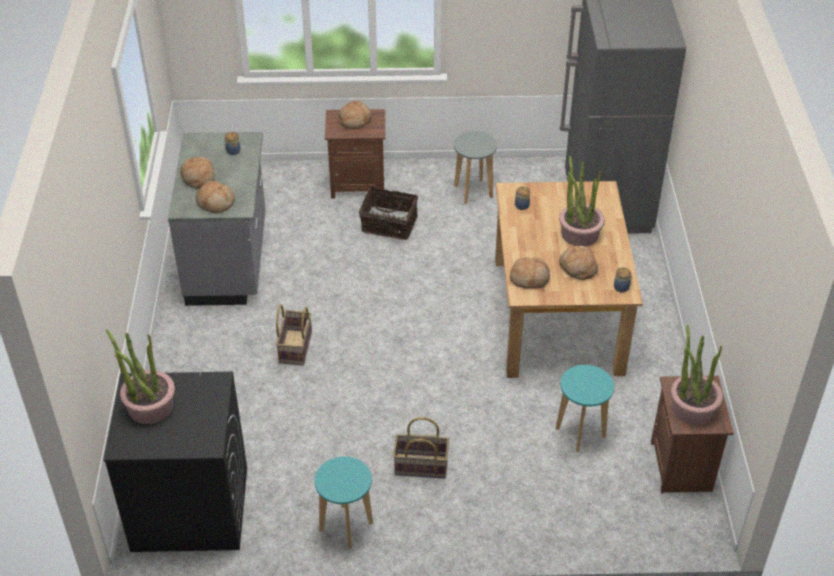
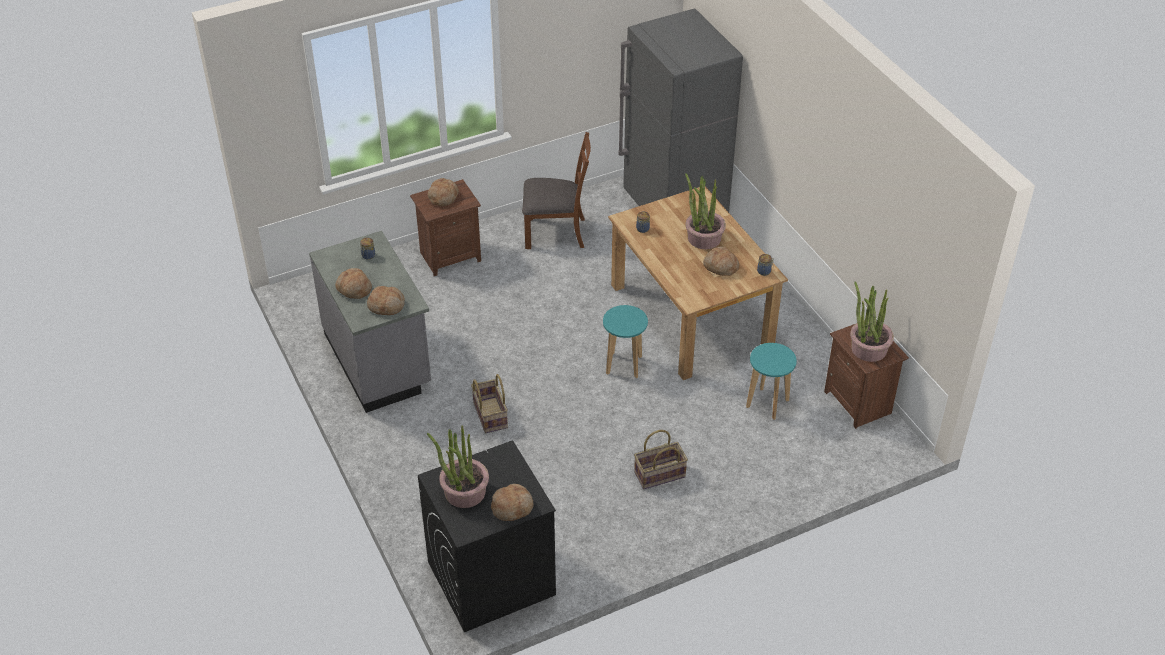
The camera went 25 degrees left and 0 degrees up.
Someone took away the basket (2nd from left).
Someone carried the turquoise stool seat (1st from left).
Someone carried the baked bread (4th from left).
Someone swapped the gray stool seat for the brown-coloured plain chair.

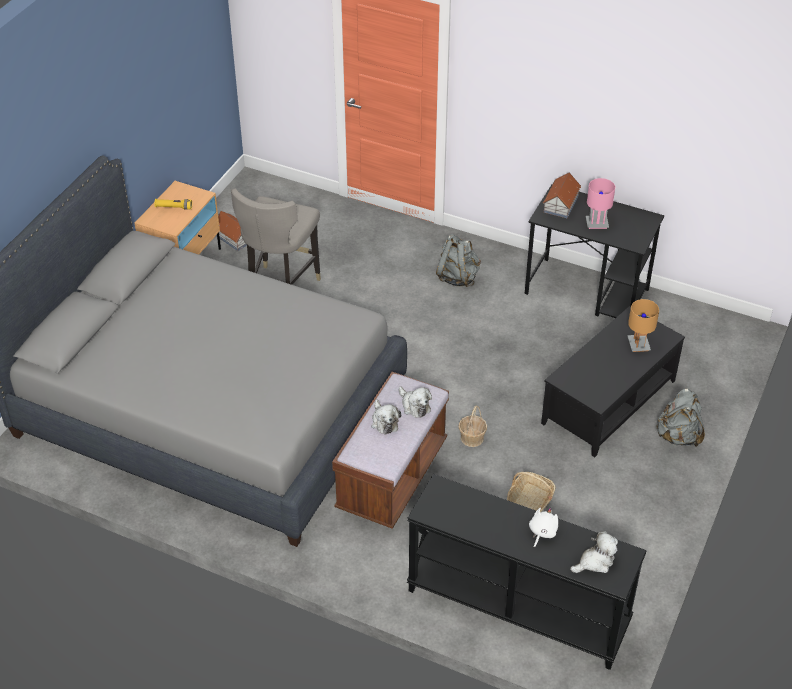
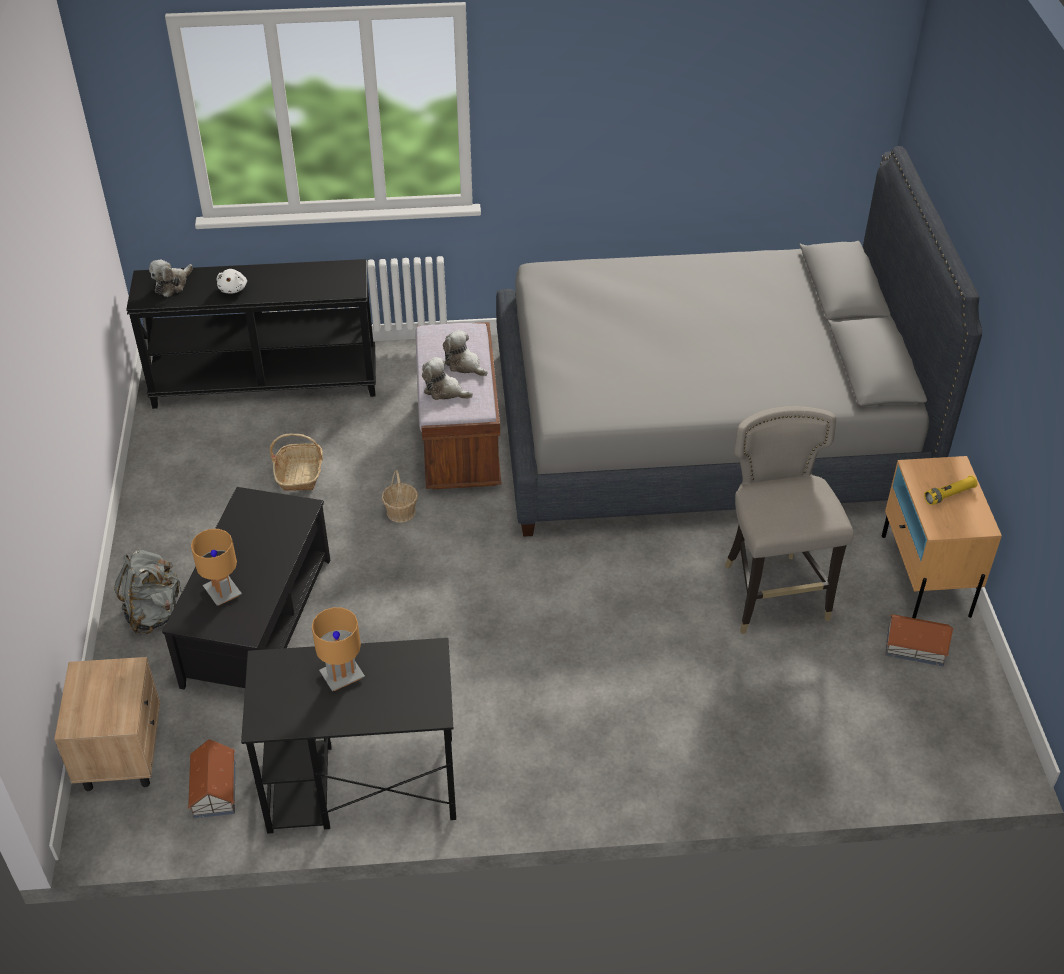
The camera went 150 degrees right and 0 degrees up.
Someone took away the gray rucksack (1st from left).
Someone put down the beige nightstand (1st from left).
Someone carried the miniature house (2nd from left in the first image).
Someone repainted the pinkish lamp for a table, which became the brown-coloured lamp for a table (2nd from left).

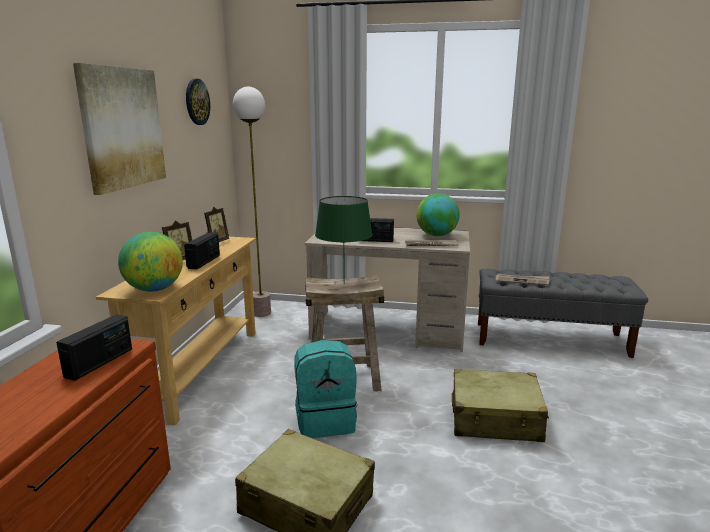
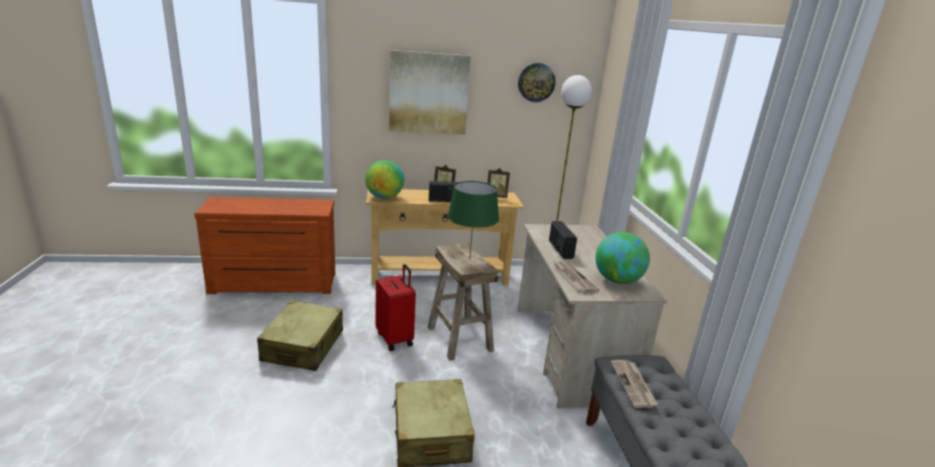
The camera went 70 degrees right and 5 degrees up.
Someone took away the radio receiver (1st from left).
Someone swapped the turquoise rucksack for the reddish suitcase.

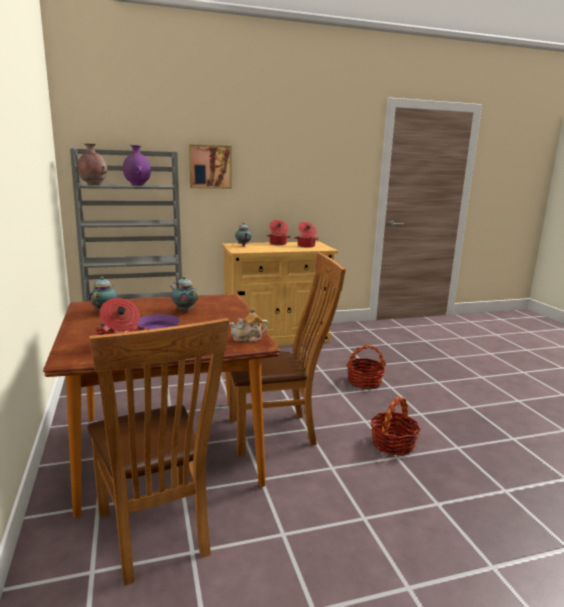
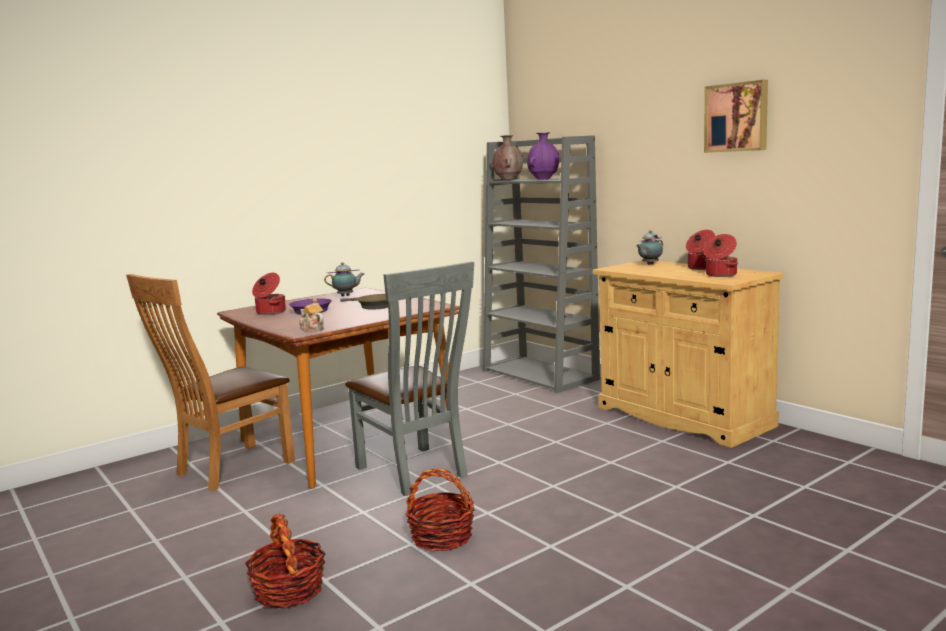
The camera went 70 degrees right and 5 degrees down.
Someone carried the wall art.
Someone carried the basket (1st from left).
Someone swapped the tea pot (2nd from left) for the brown-coloured frying pan.
Someone repainted the brown-coloured plain chair (2nd from left), which became the gray plain chair.

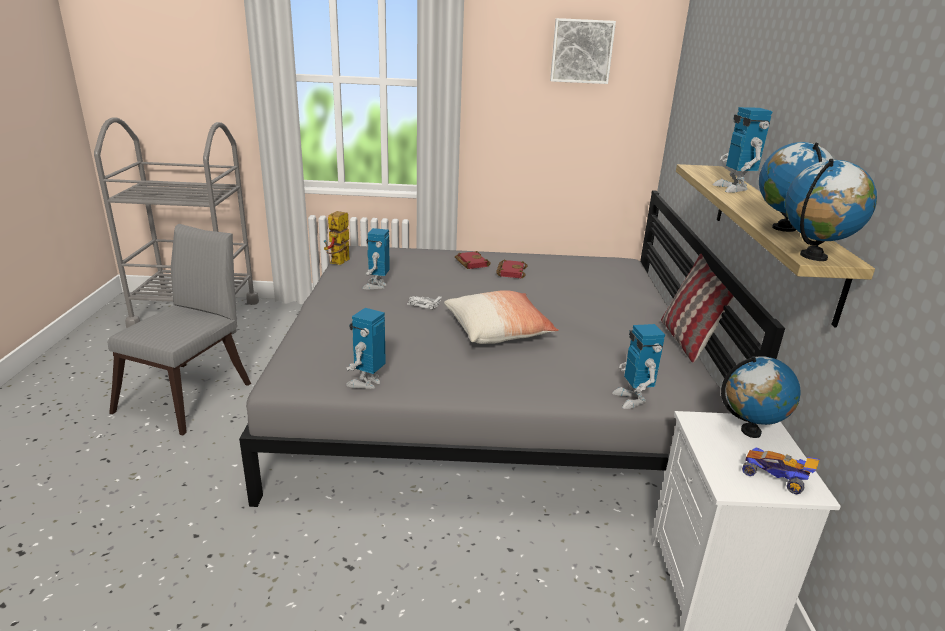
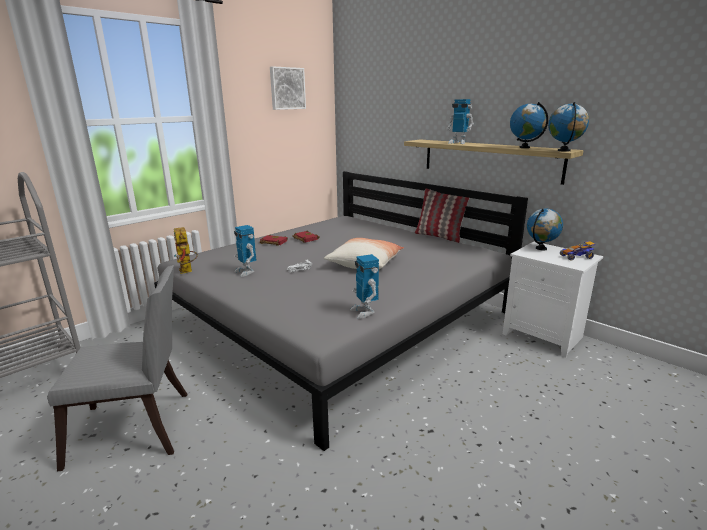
The camera went 45 degrees left and 5 degrees down.
Someone took away the robot figure (4th from left).
Someone rotated the gray plain chair by 105 degrees clockwise.

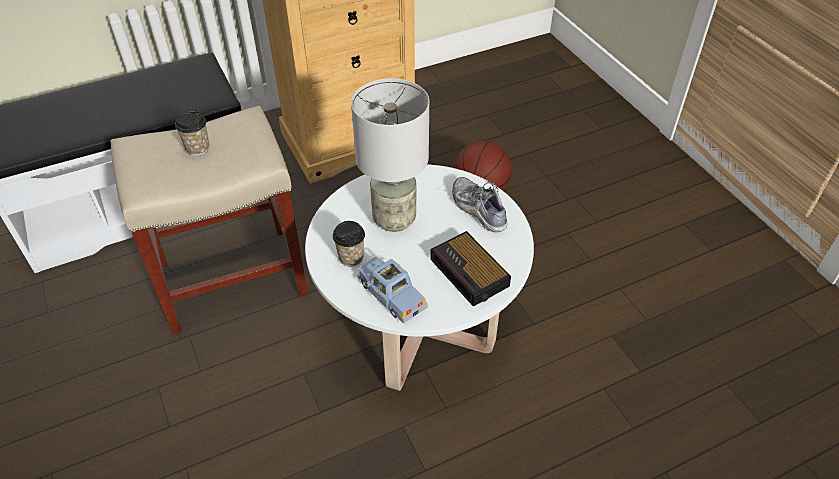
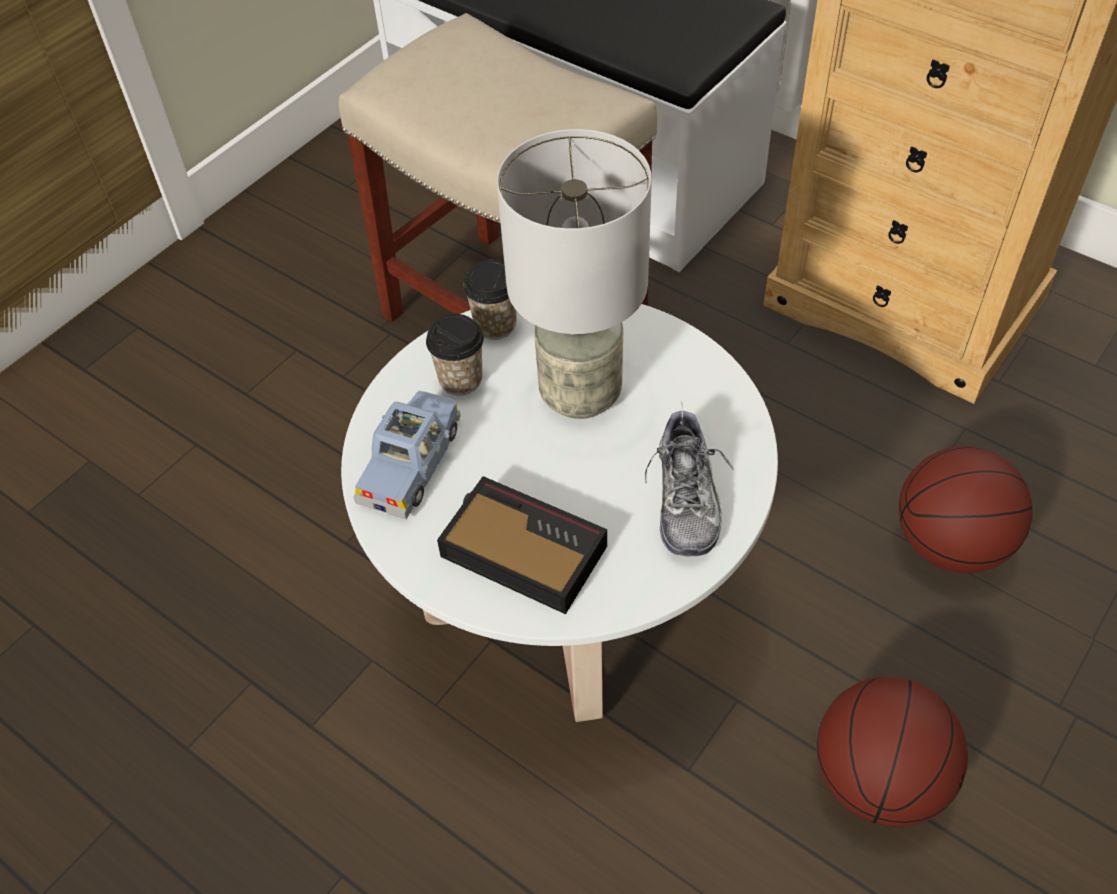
The camera went 65 degrees right and 5 degrees up.
Someone put down the basketball ball (1st from left).
Someone carried the cup (1st from left in the first image).
Someone rotated the alarm clock by 90 degrees clockwise.
Someone rotated the item of footwear by 150 degrees clockwise.

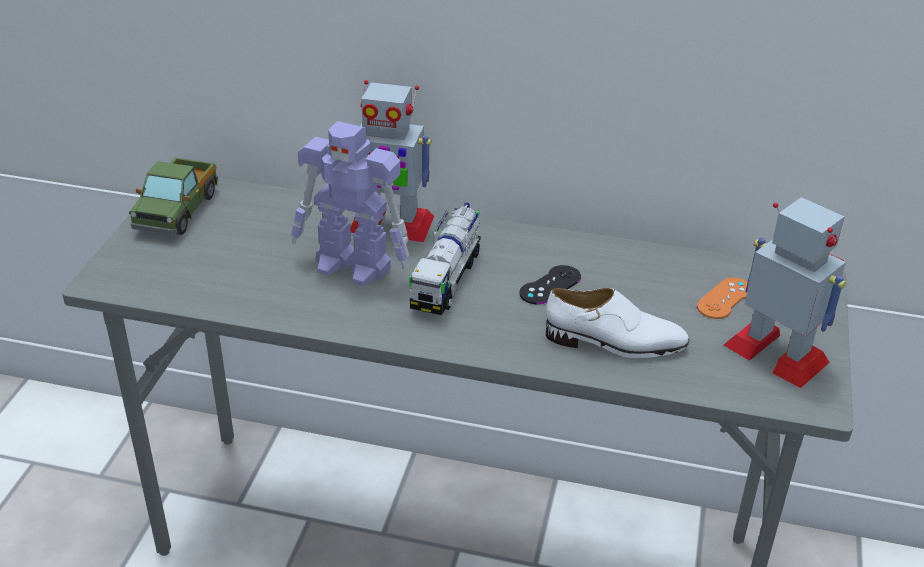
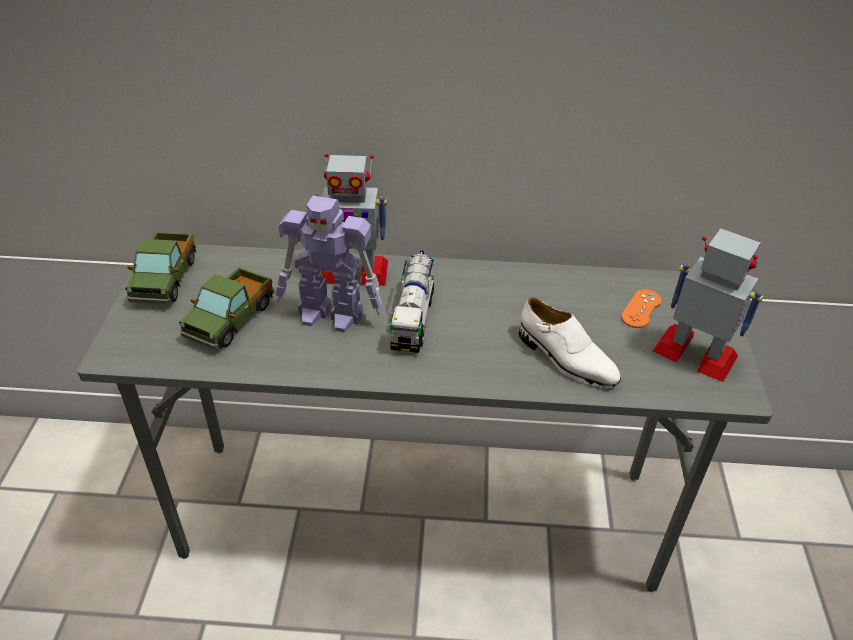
The camera went 10 degrees left and 5 degrees up.
Someone took away the blackish gamepad.
Someone put down the toy truck (2nd from left).
Someone rotated the white item of footwear by 45 degrees clockwise.

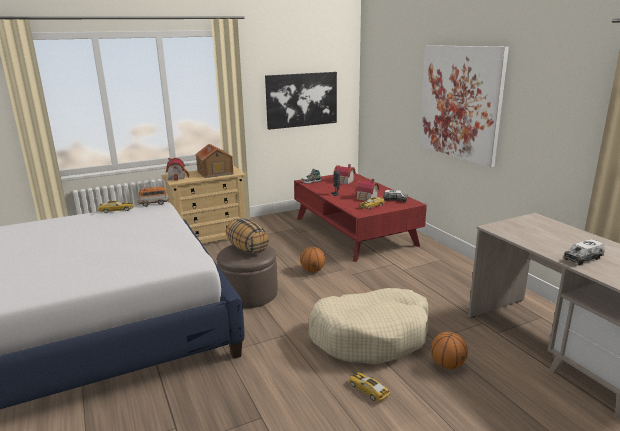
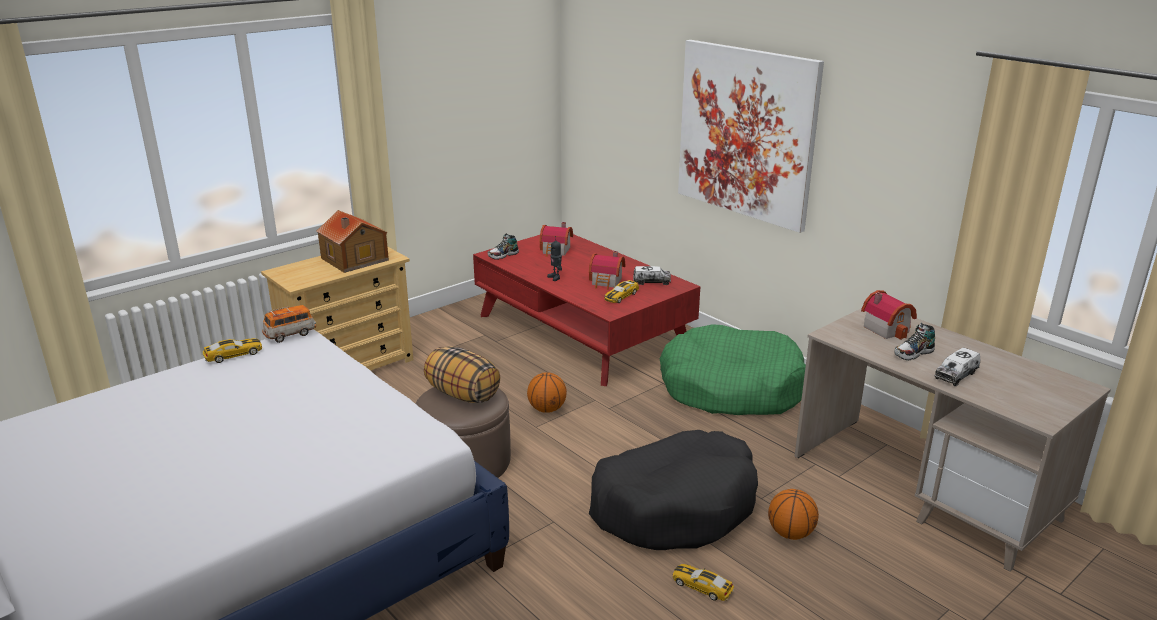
The camera went 15 degrees left and 5 degrees up.
Someone took away the wall art (1st from left).
Someone put down the greenish dog cushion.
Someone put down the item of footwear (2nd from left).
Someone carried the miniature house (1st from left in the first image).
Someone repainted the beige dog cushion, which became the blackish dog cushion.

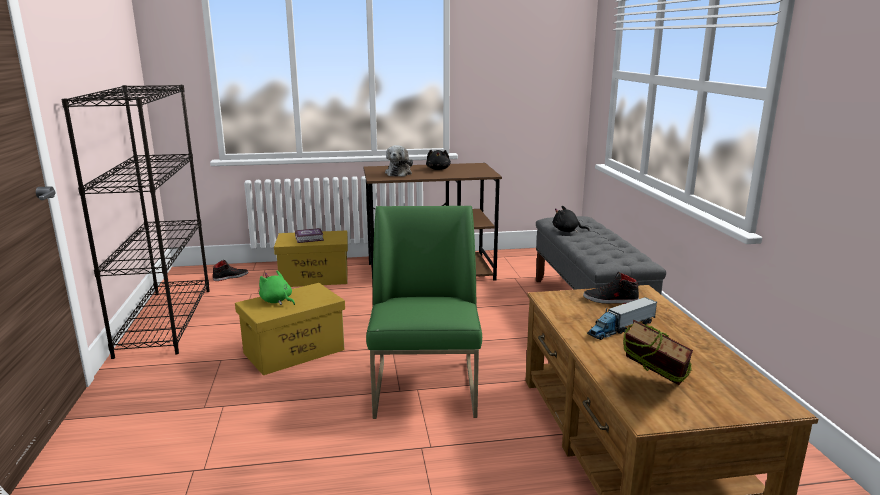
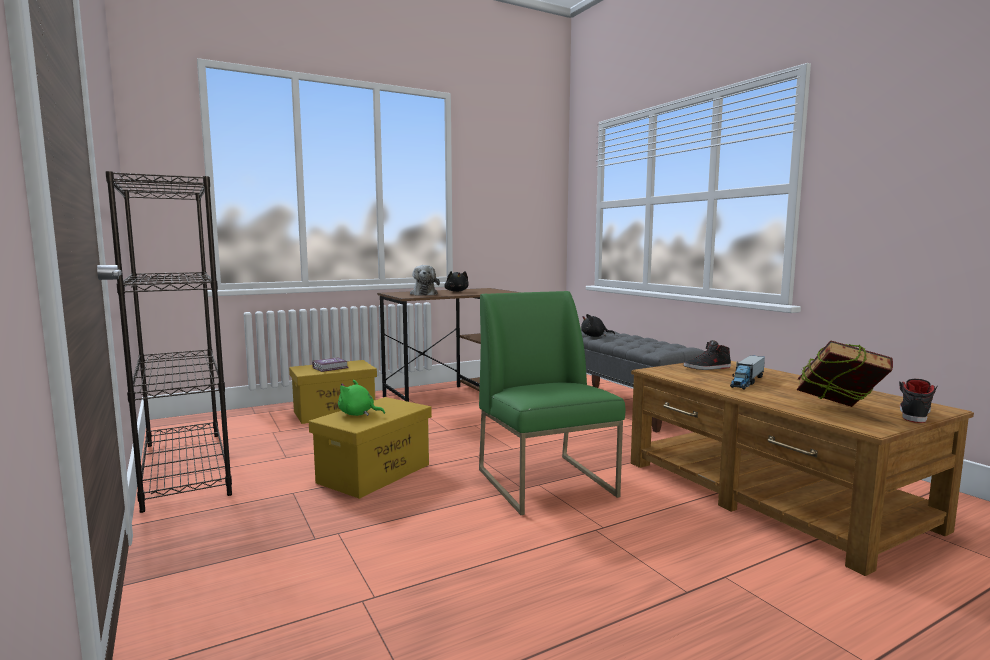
The camera went 20 degrees left and 10 degrees down.
Someone carried the blackish item of footwear (1st from left in the first image).

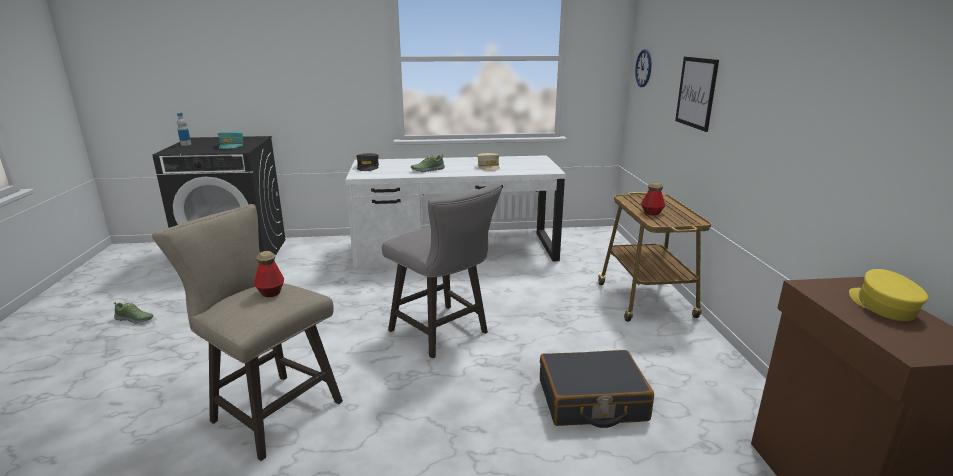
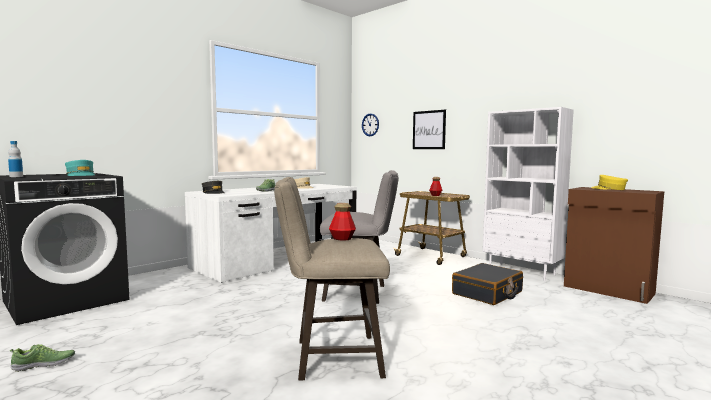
The camera went 40 degrees left and 15 degrees down.
Someone put down the white bookcase.

